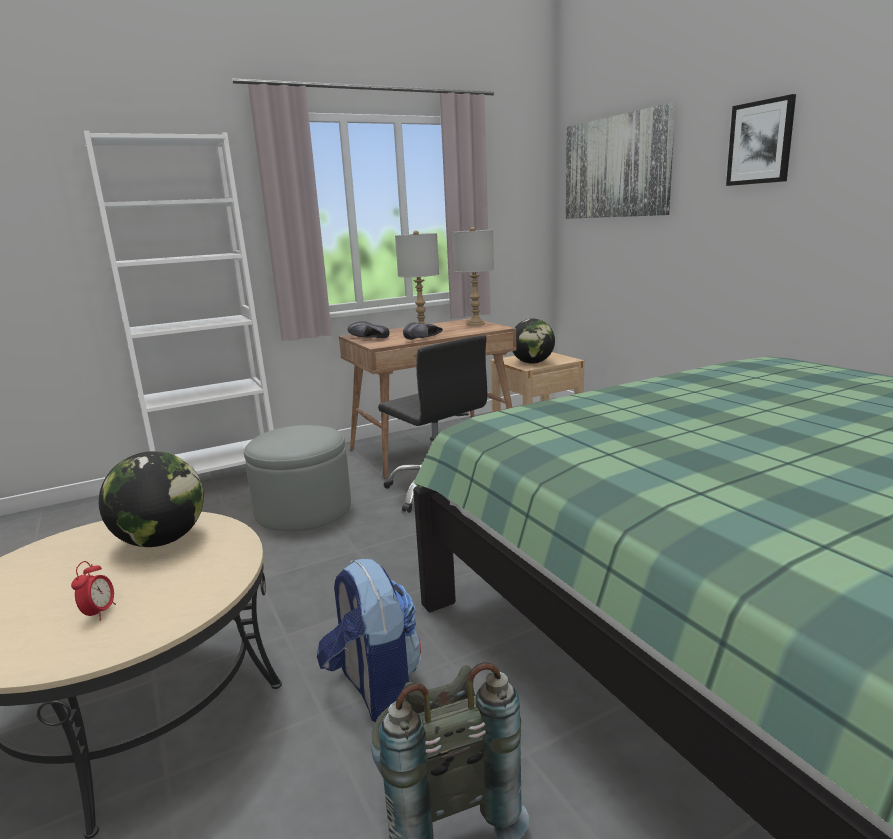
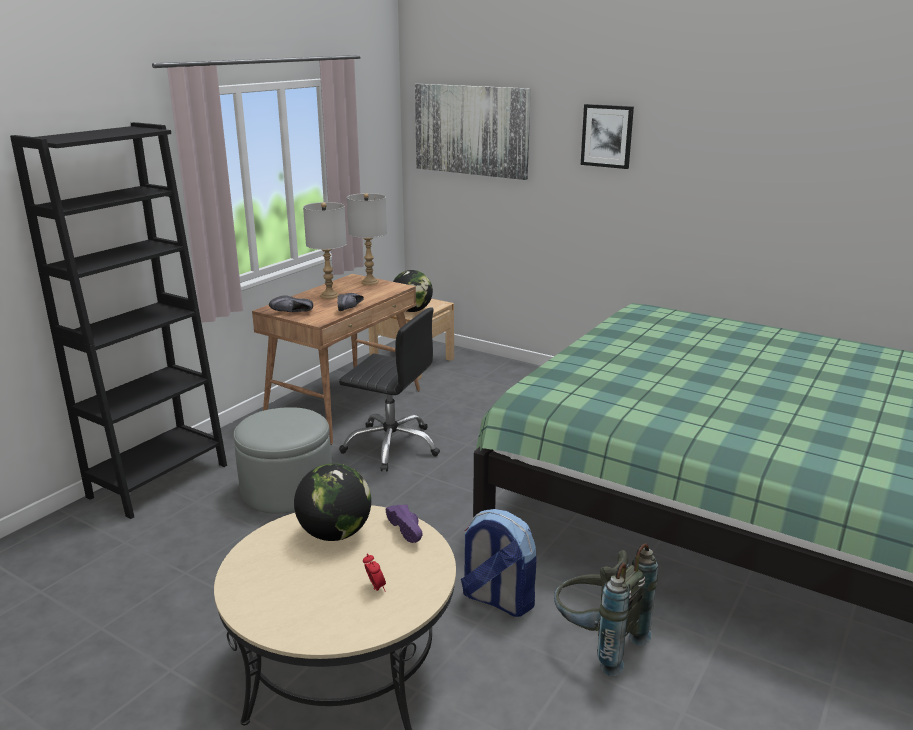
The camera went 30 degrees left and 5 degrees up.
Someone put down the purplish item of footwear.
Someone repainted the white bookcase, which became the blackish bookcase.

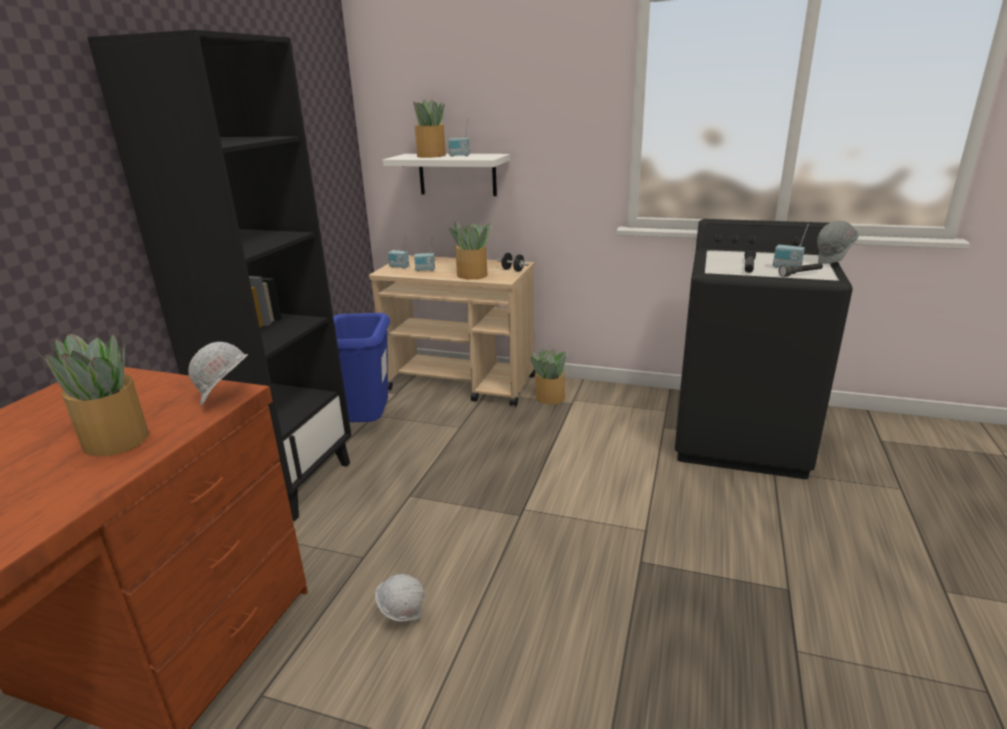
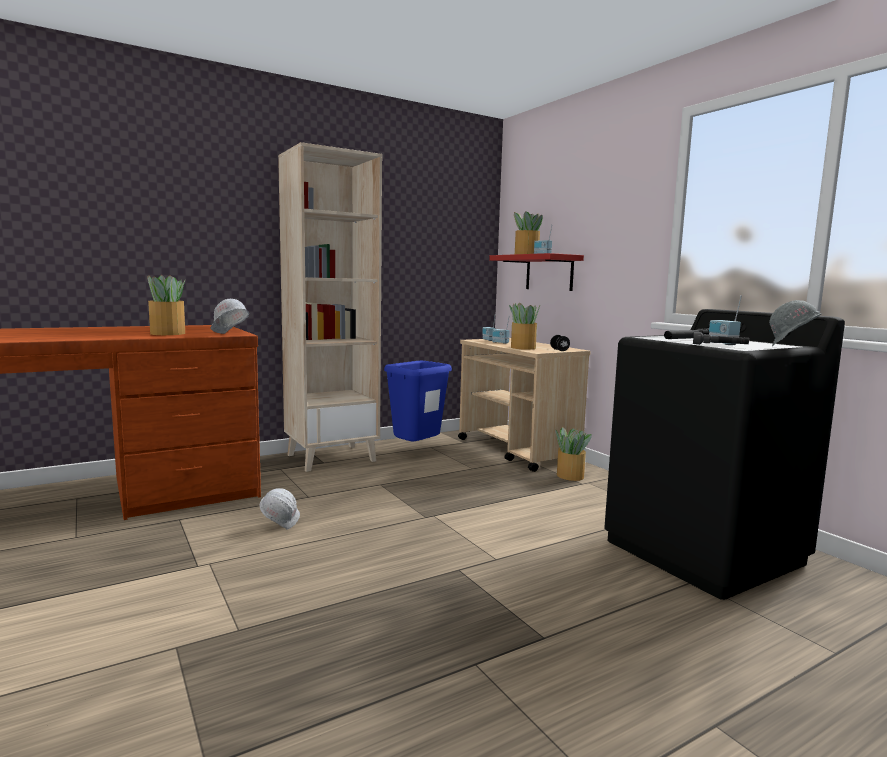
The camera went 40 degrees right and 15 degrees down.
Someone repainted the blackish bookcase, which became the beige bookcase.
Someone repainted the white bracket shelf, which became the reddish bracket shelf.

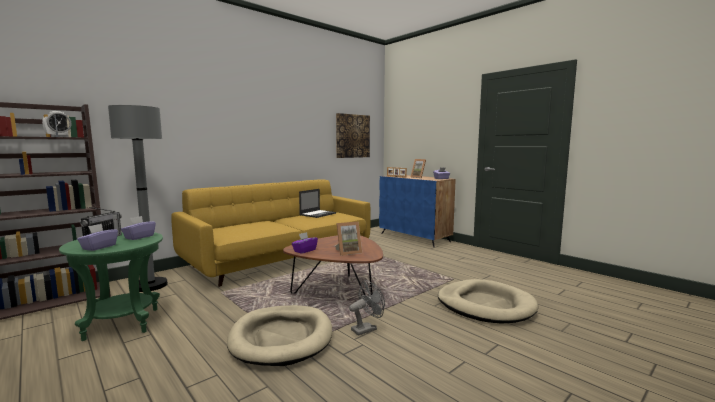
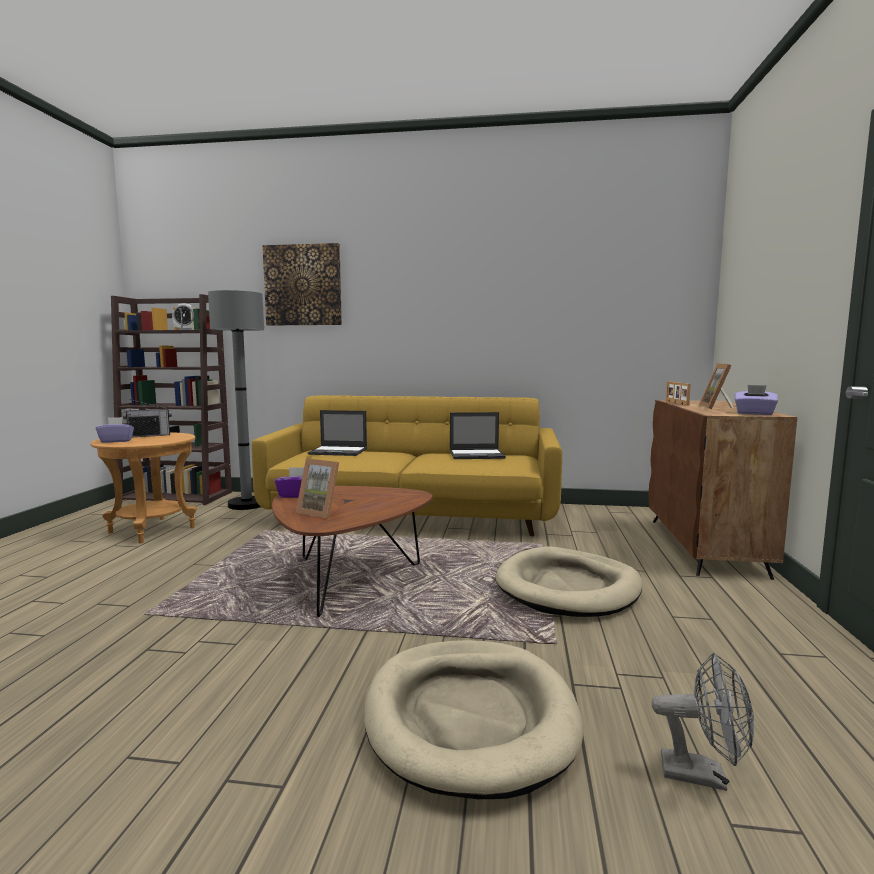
The camera went 50 degrees right and 0 degrees up.
Someone took away the purplish tissue holder (2nd from left).
Someone put down the portable computer (1st from left).
Someone carried the beige dog cushion (1st from left in the first image).
Someone carried the wall art.
Someone carried the gray electric fan.
Someone repainted the greenish end table, which became the brown-coloured end table.
Someone repainted the blue-coloured cabinet, which became the brown-coloured cabinet.

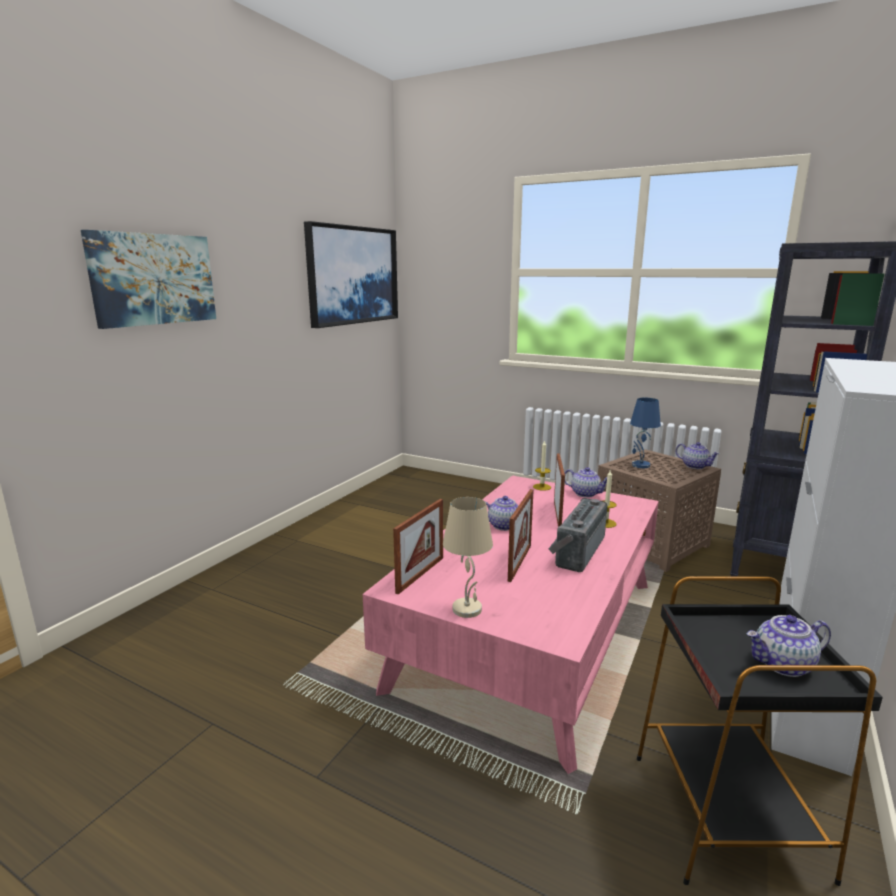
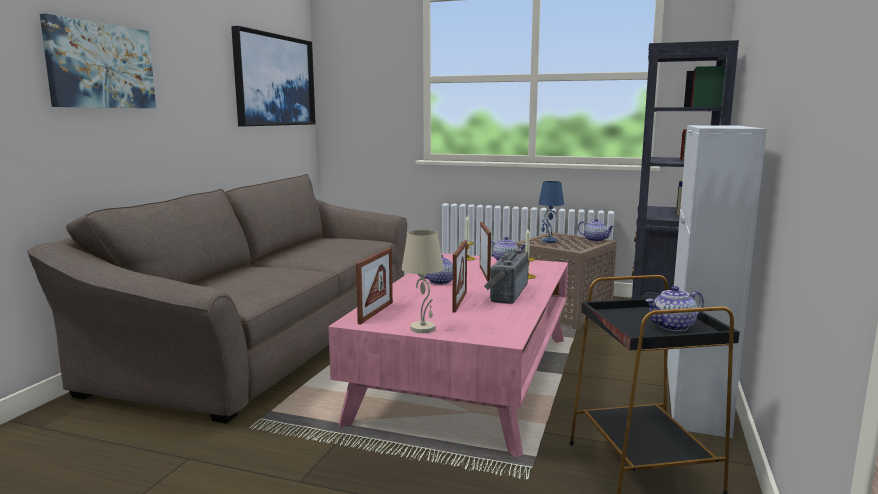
The camera went 10 degrees left and 5 degrees down.
Someone put down the brown-coloured settee.

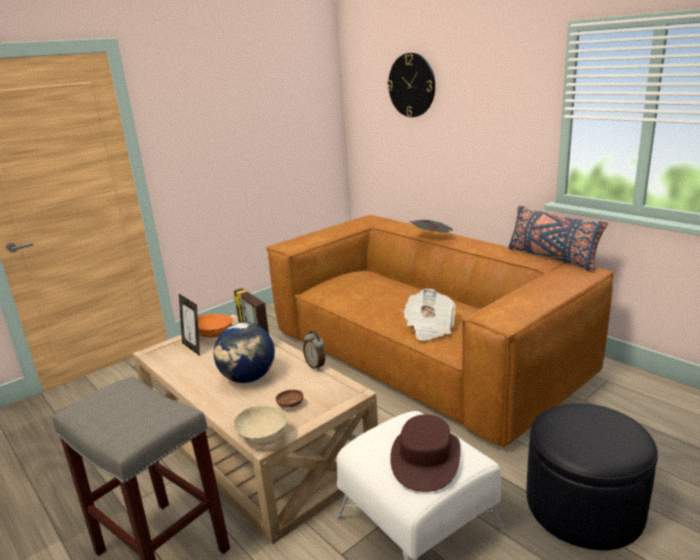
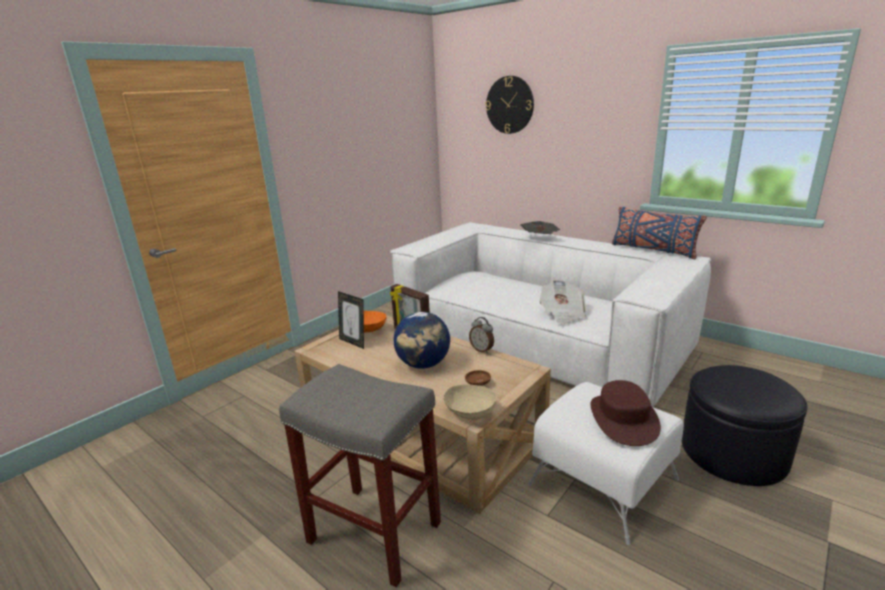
The camera went 10 degrees left and 0 degrees up.
Someone repainted the brown-coloured settee, which became the white settee.

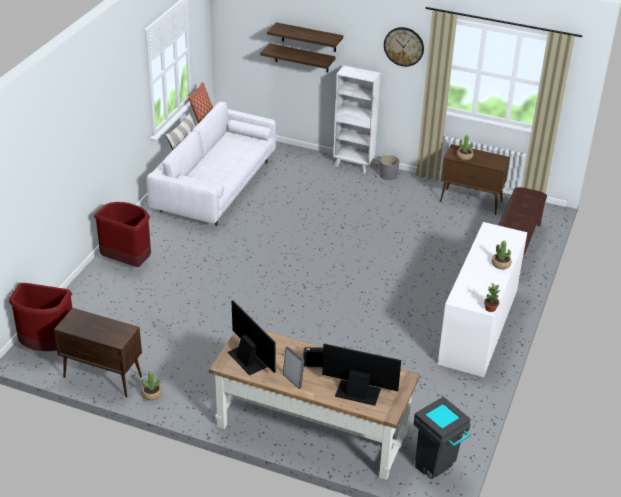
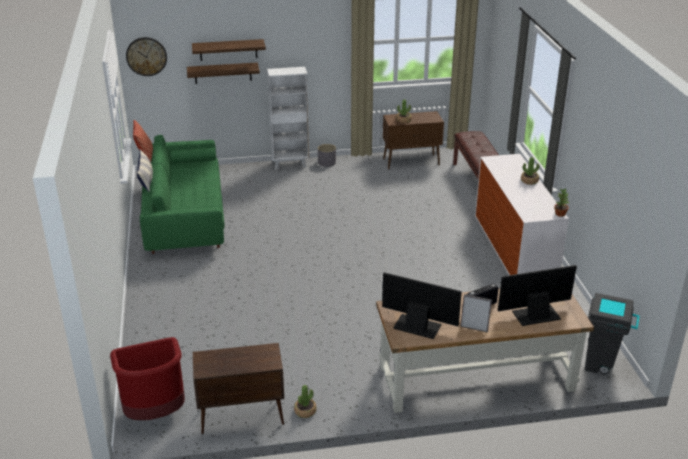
The camera went 30 degrees left and 5 degrees down.
Someone took away the reddish rubbish bin (2nd from left).
Someone carried the clock on the wall.
Someone repainted the white settee, which became the greenish settee.

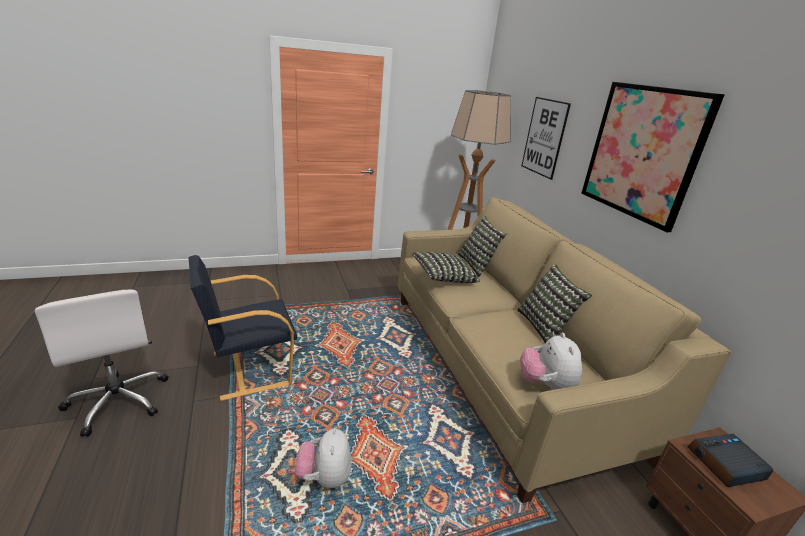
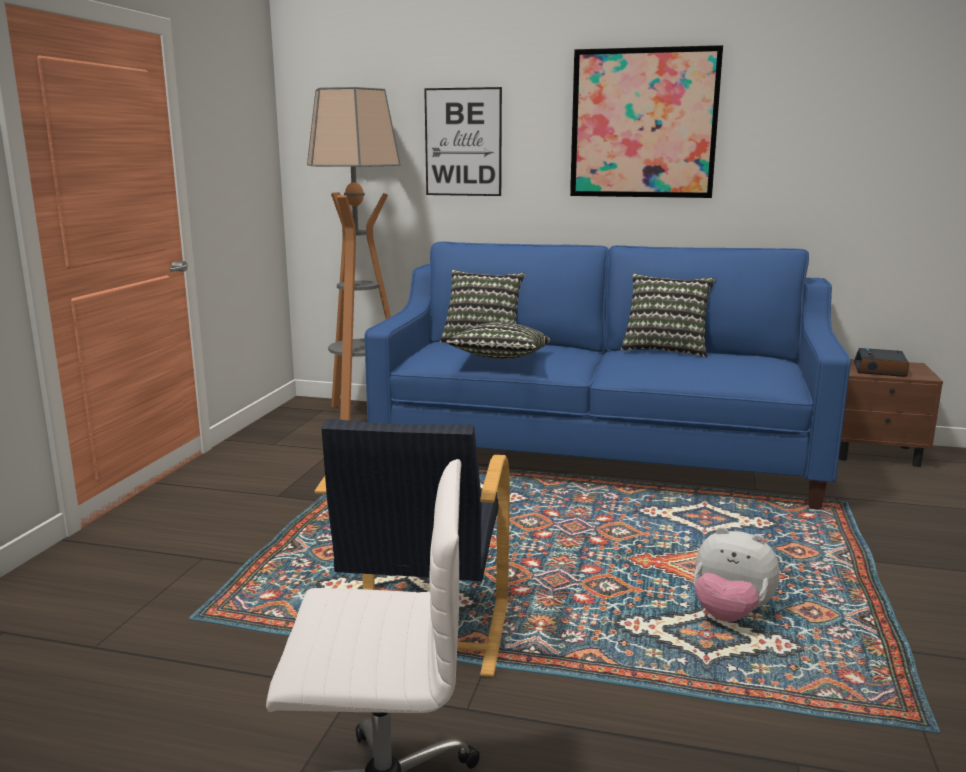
The camera went 55 degrees left and 10 degrees down.
Someone took away the cuddly toy (2nd from left).
Someone repainted the beige settee, which became the blue-coloured settee.

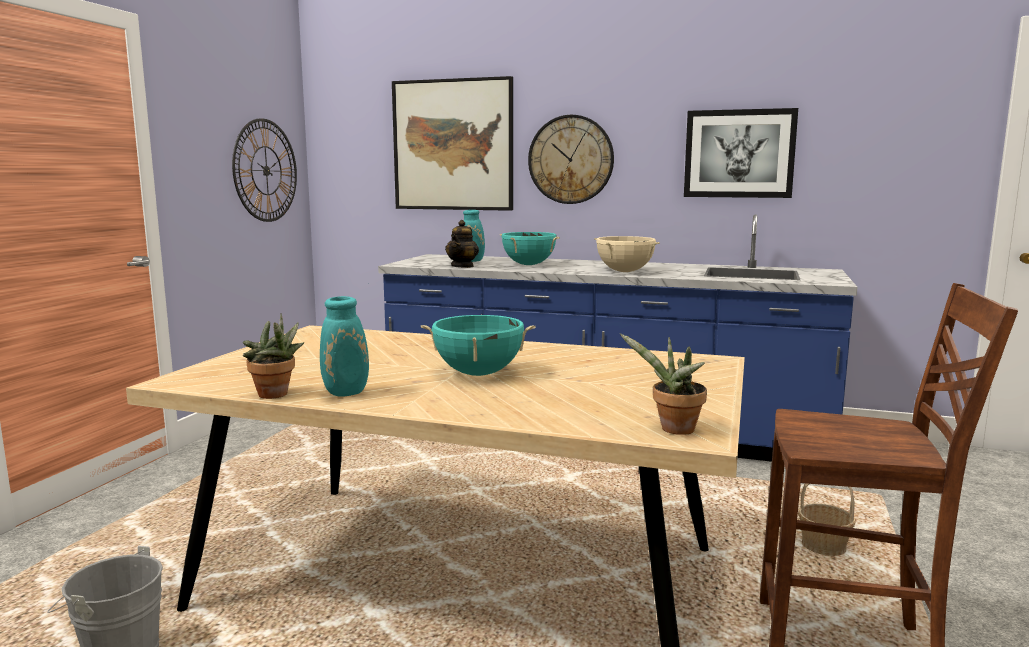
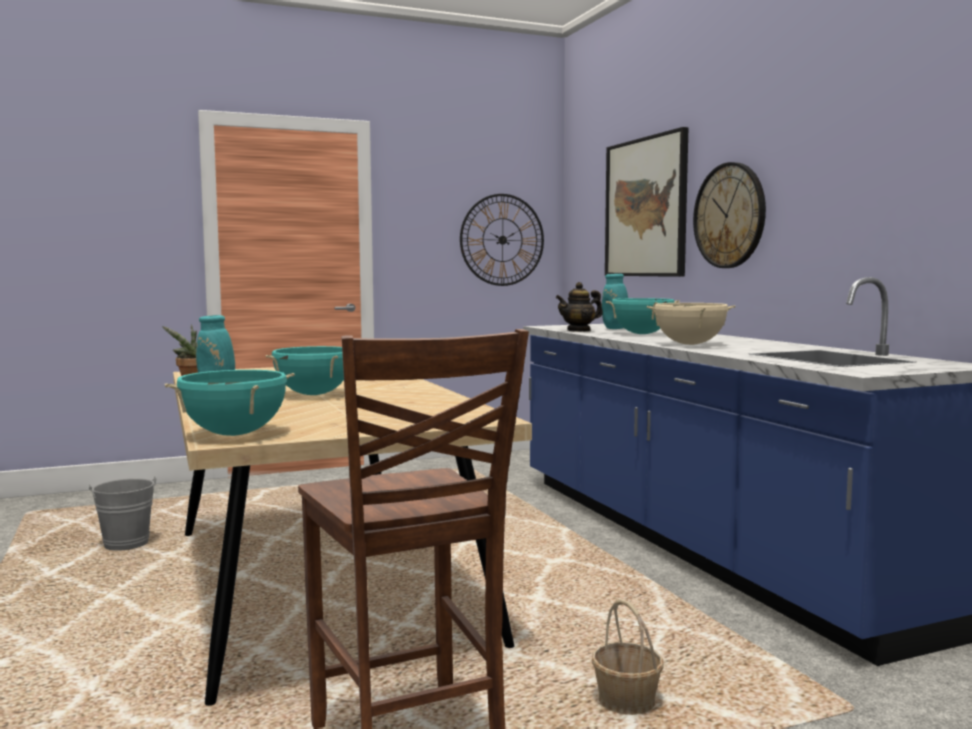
The camera went 50 degrees right and 5 degrees down.
Someone took away the wall art (2nd from left).
Someone swapped the houseplant (2nd from left) for the turquoise stockpot (1st from left).

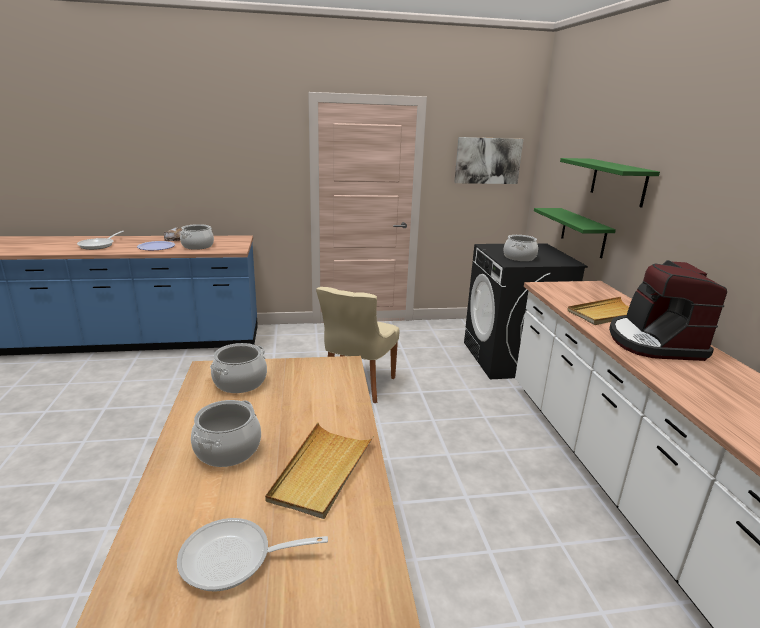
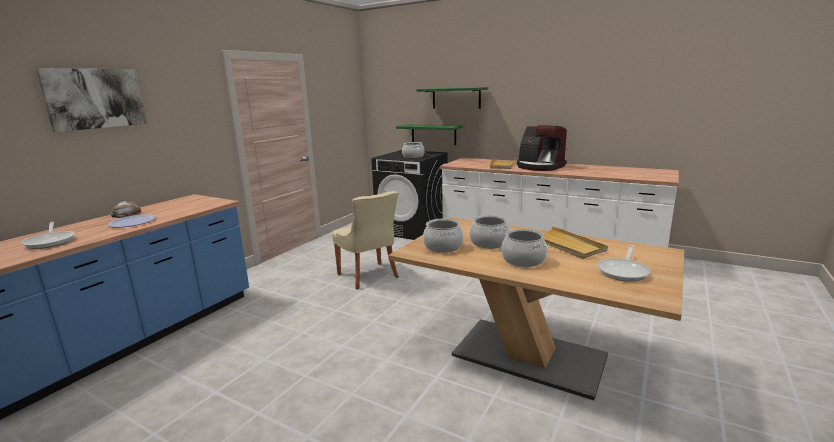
The camera went 50 degrees left and 5 degrees down.
Someone carried the stockpot (1st from left in the first image).
Someone carried the wall art.

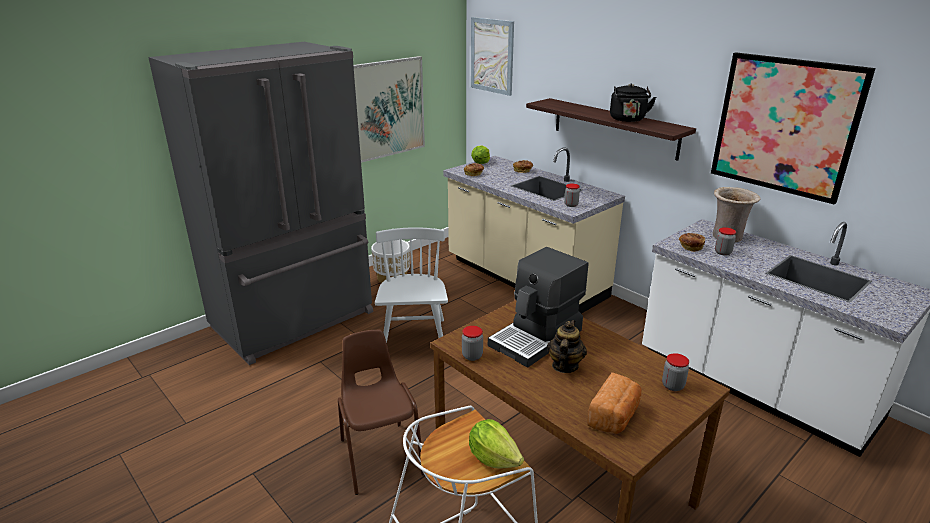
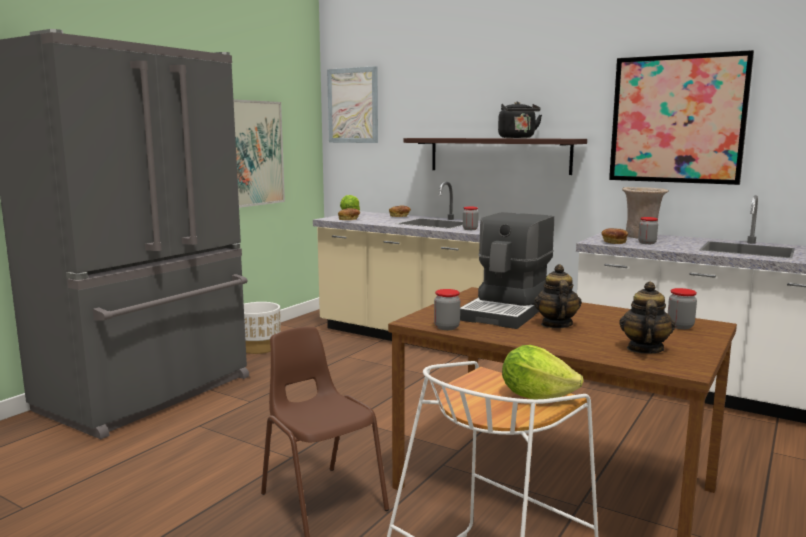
The camera went 15 degrees left and 15 degrees down.
Someone took away the white plain chair.
Someone swapped the baked bread (3rd from left) for the tea pot (2nd from left).

